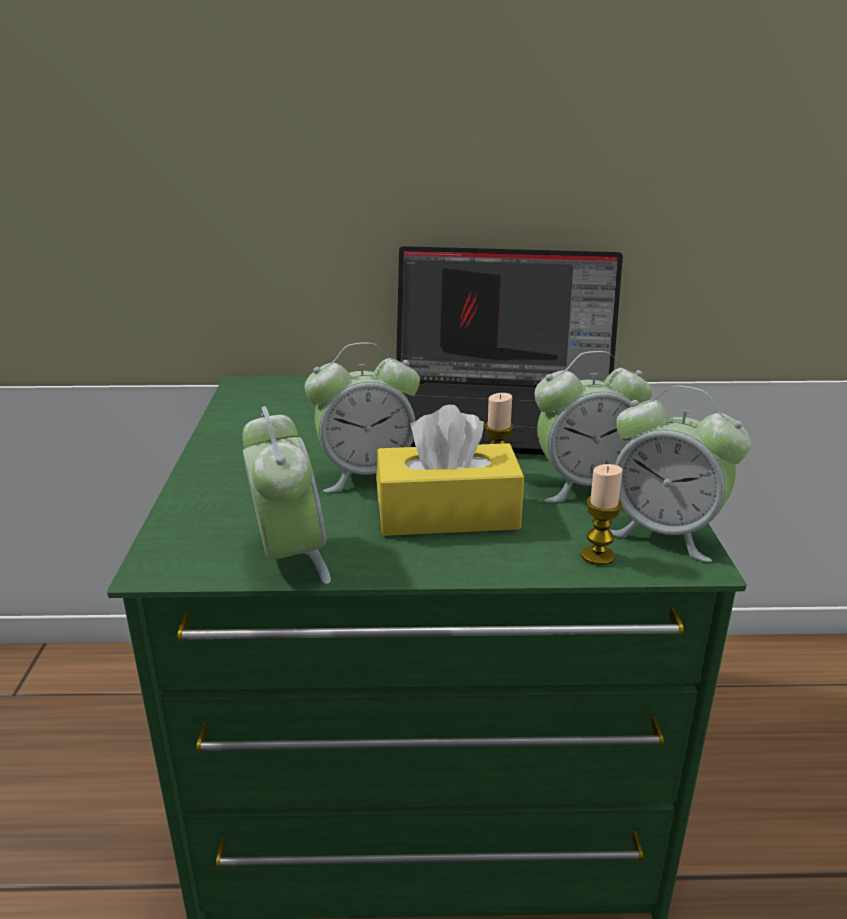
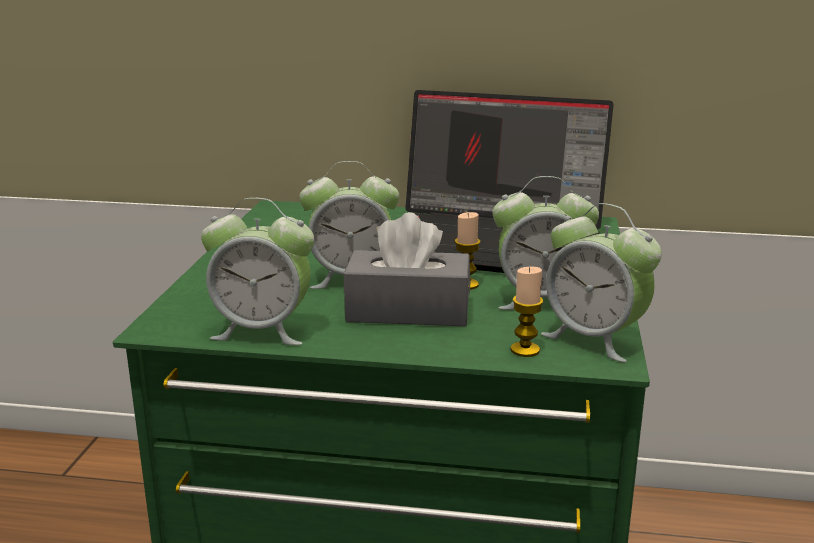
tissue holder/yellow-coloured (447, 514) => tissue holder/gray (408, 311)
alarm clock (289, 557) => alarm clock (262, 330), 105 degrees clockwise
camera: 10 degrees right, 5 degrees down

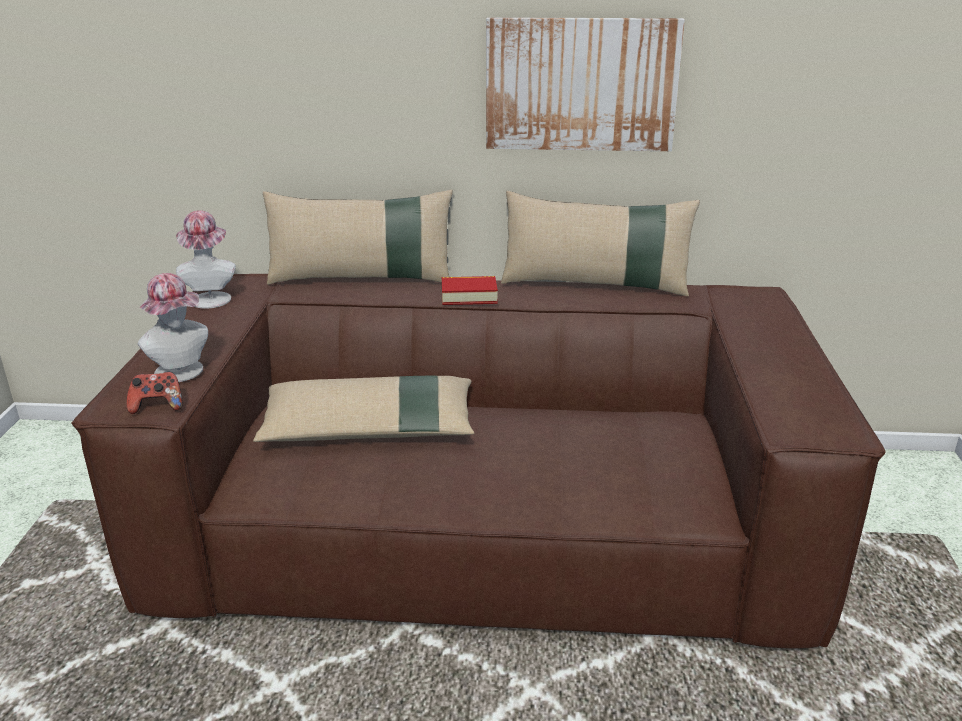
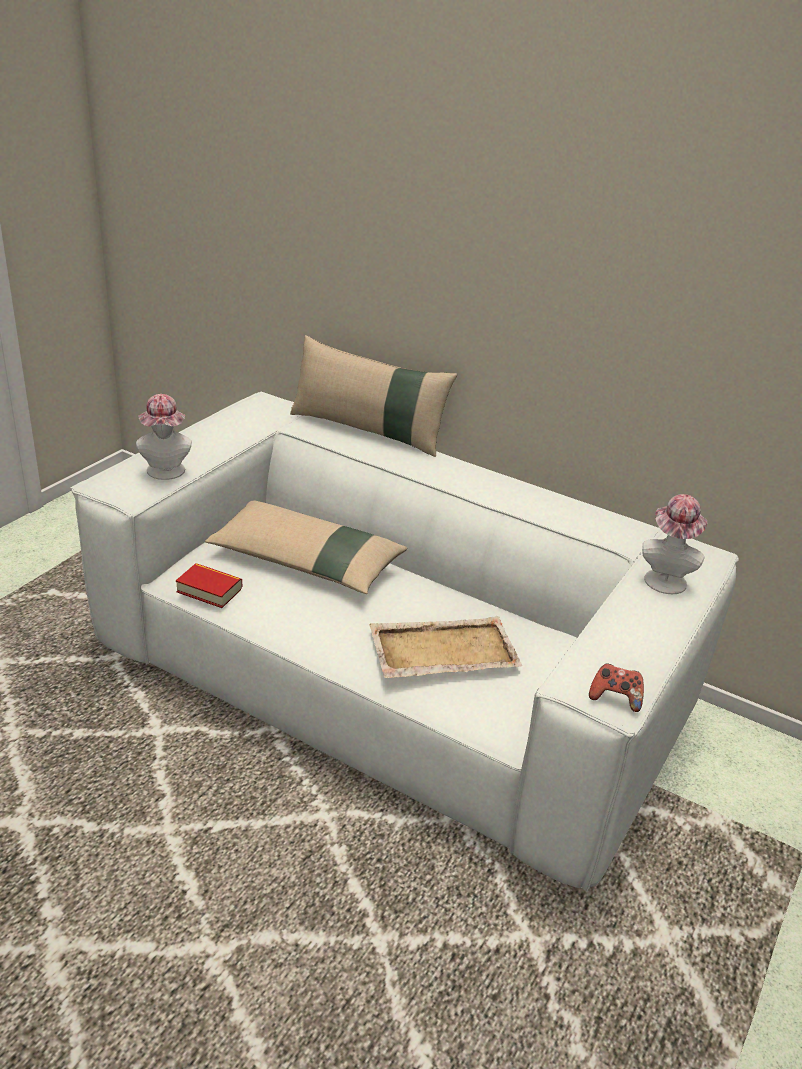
wall art (581, 84) => nothing
pillow/sand-coloured (595, 284) => nothing
clothing hat (211, 297) => clothing hat (665, 578), moved
settee/brown-coloured (482, 529) => settee/white-coloured (390, 678)
book (469, 296) => book (209, 590), moved
gamepad (157, 406) => gamepad (615, 698), moved
nothing => carrying tray/sand-coloured (442, 651)
camera: 25 degrees right, 5 degrees up

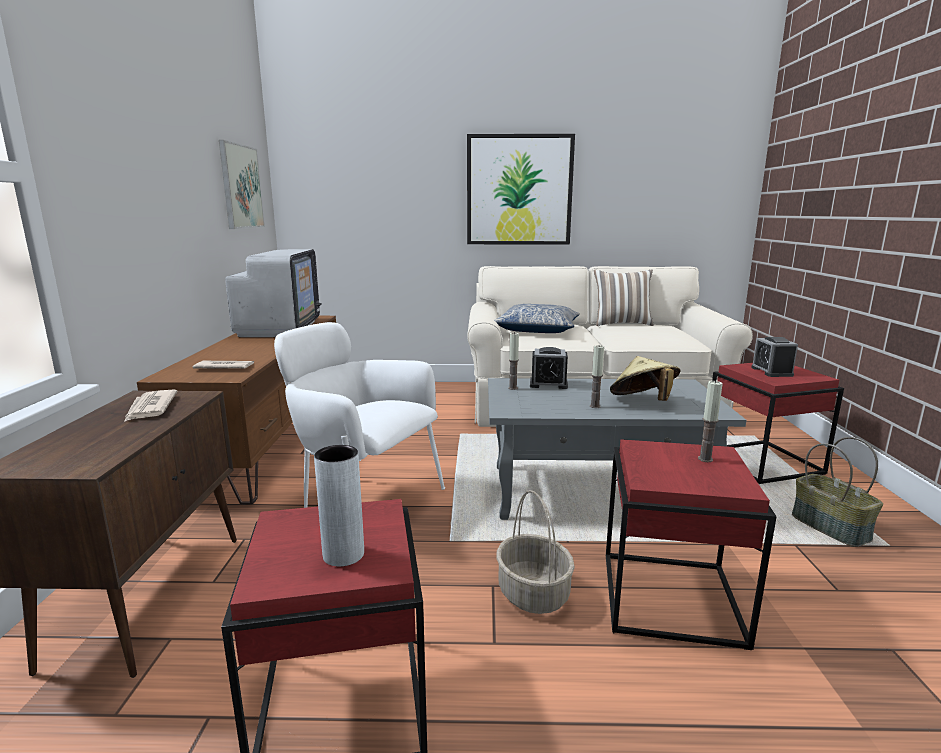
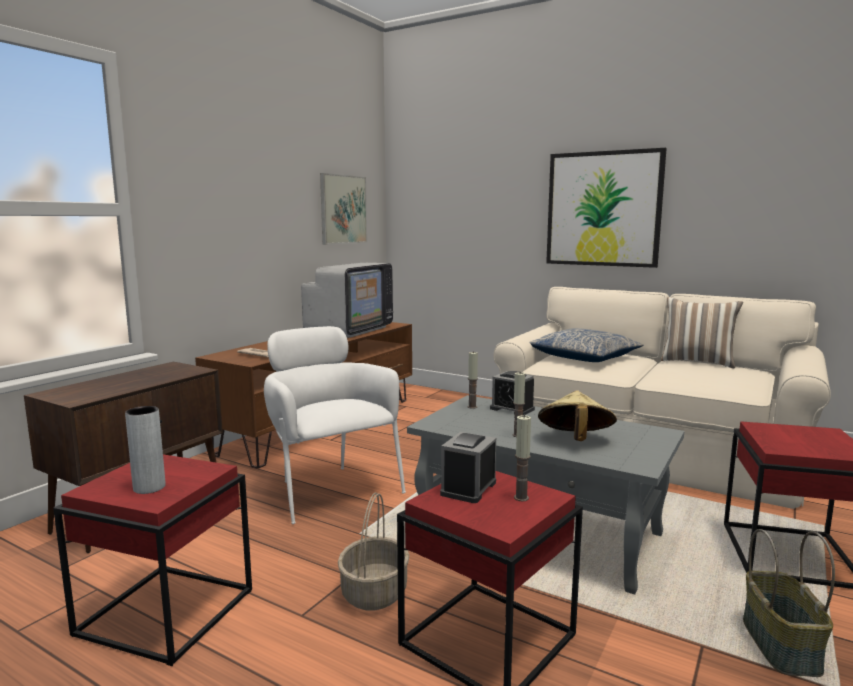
alarm clock (771, 371) => alarm clock (468, 488), moved
printed paper (150, 408) => nothing
camera: 30 degrees right, 5 degrees down

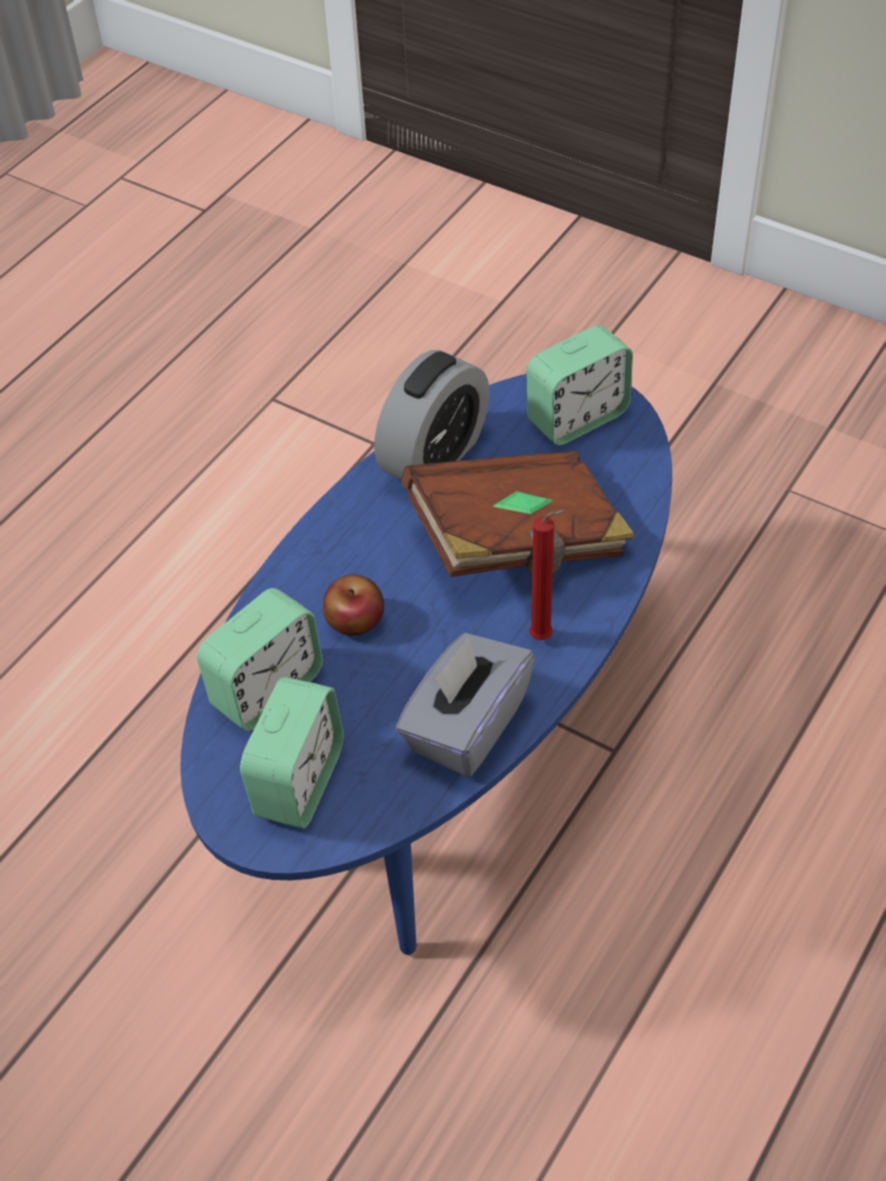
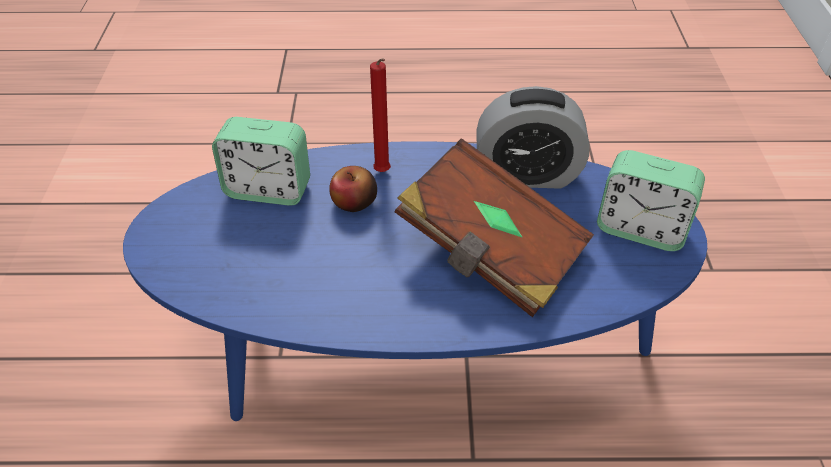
wax light/red (545, 637) => wax light/red (383, 173), moved
tissue holder/gray (466, 726) => nothing
alarm clock (299, 781) => nothing
camera: 55 degrees right, 5 degrees down

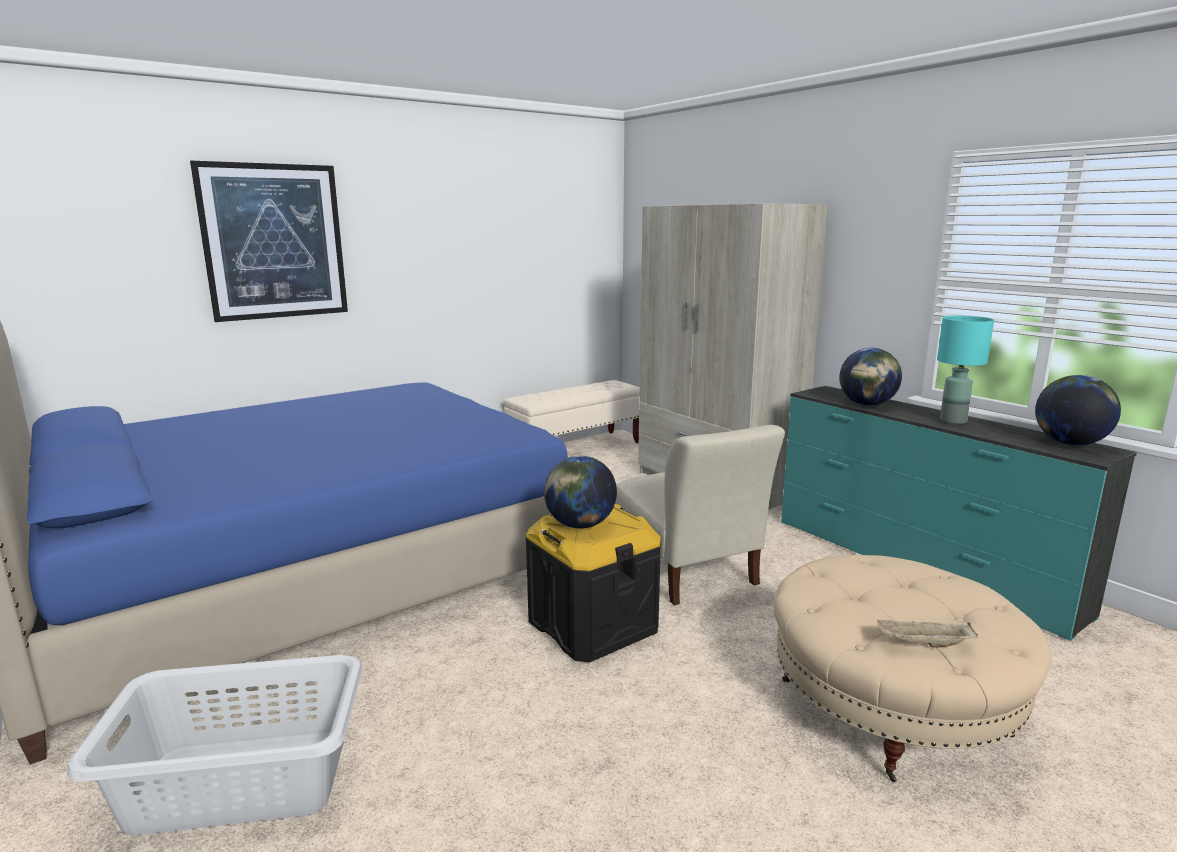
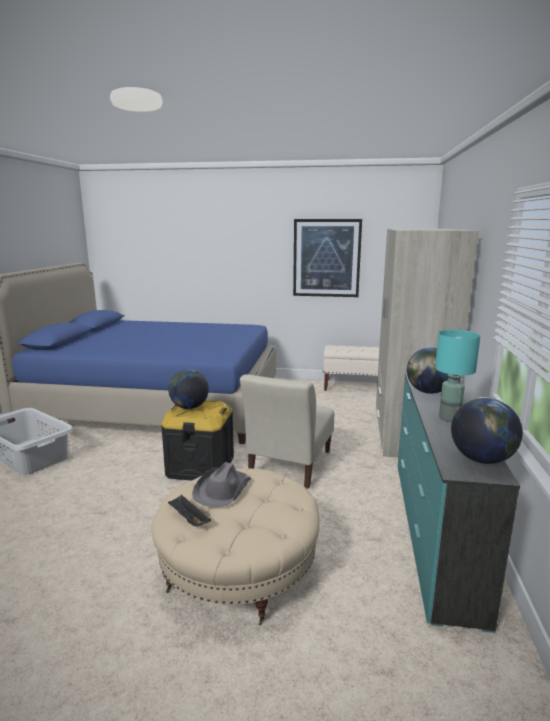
wall art (274, 242) => wall art (326, 258), moved
carrying tray/sand-coloured (924, 644) => carrying tray/black (188, 519)
nothing => clothing hat/gray (222, 490)
camera: 45 degrees right, 0 degrees up

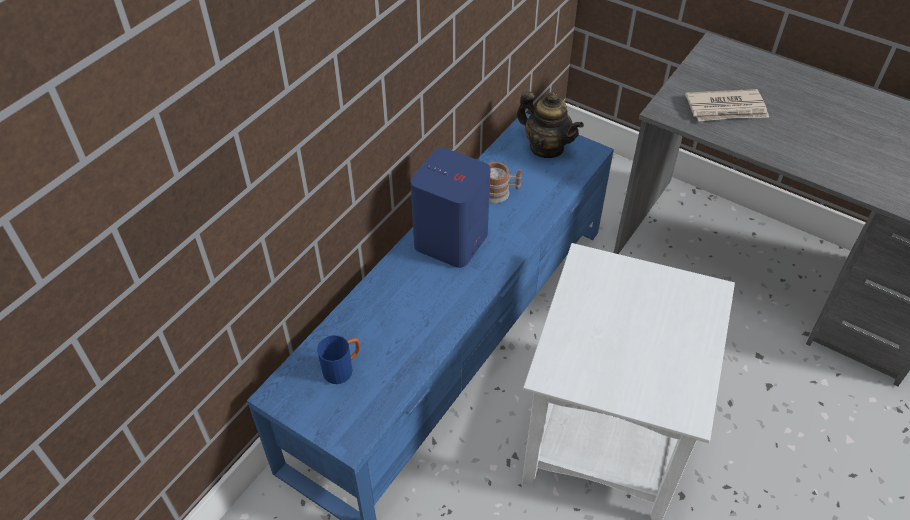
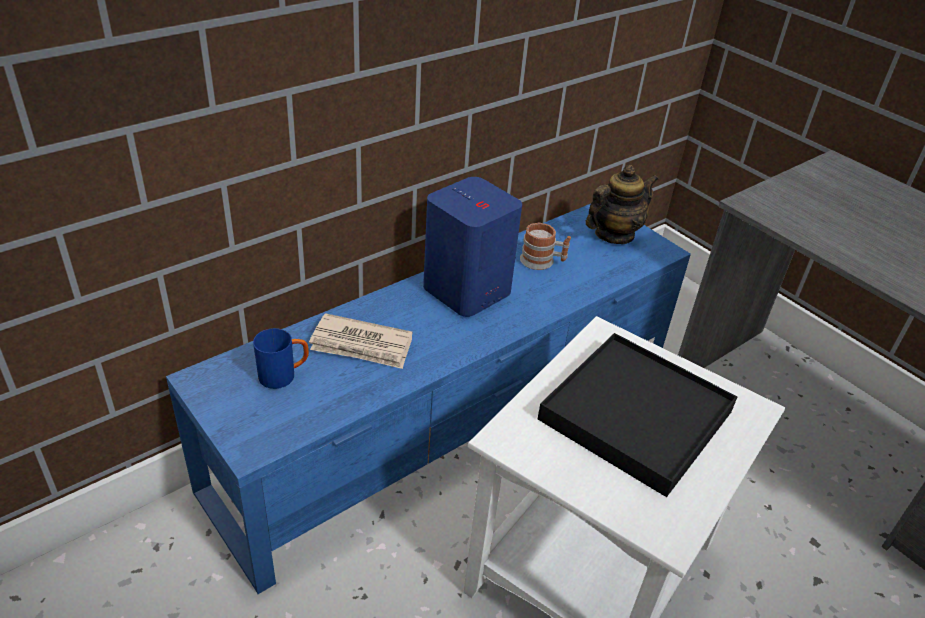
printed paper (726, 109) => printed paper (362, 345), moved
tea pot (546, 147) => tea pot (614, 235), 90 degrees counterclockwise
nothing => carrying tray/black (636, 416)
camera: 15 degrees right, 10 degrees down

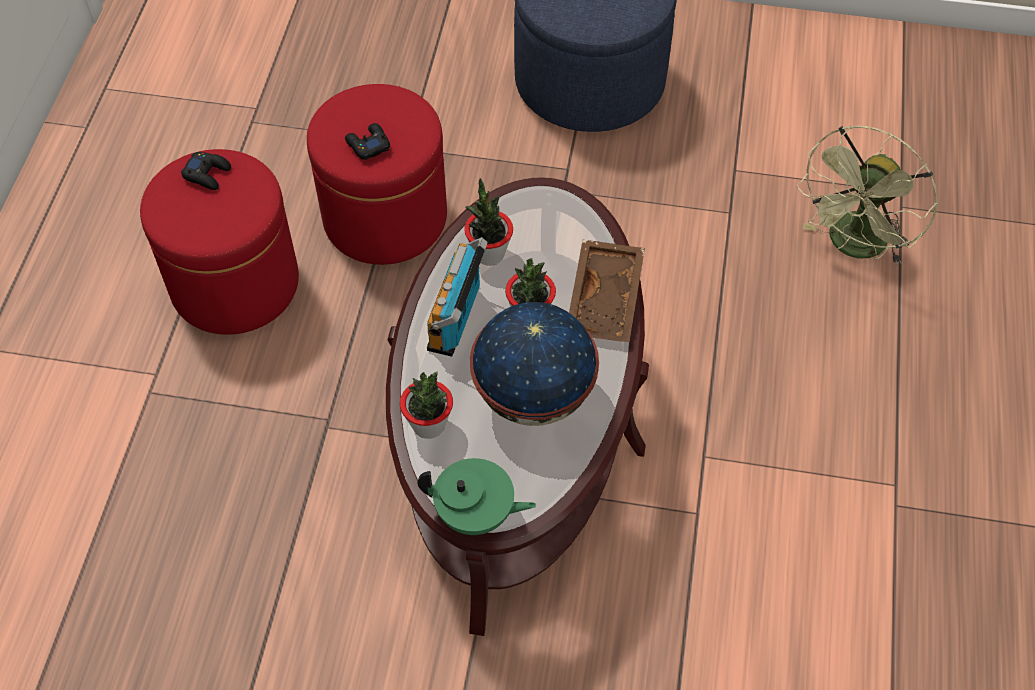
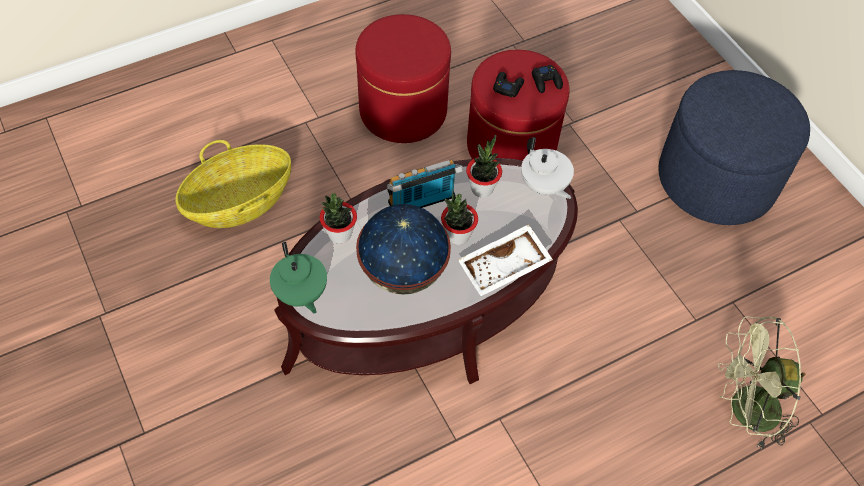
gamepad/black (207, 174) => gamepad/black (546, 82), moved
carrying tray/brown-coloured (606, 300) => carrying tray/white-coloured (504, 267)
nothing => tea pot/white-coloured (544, 186)
nothing => basket (239, 202)
camera: 50 degrees right, 0 degrees up

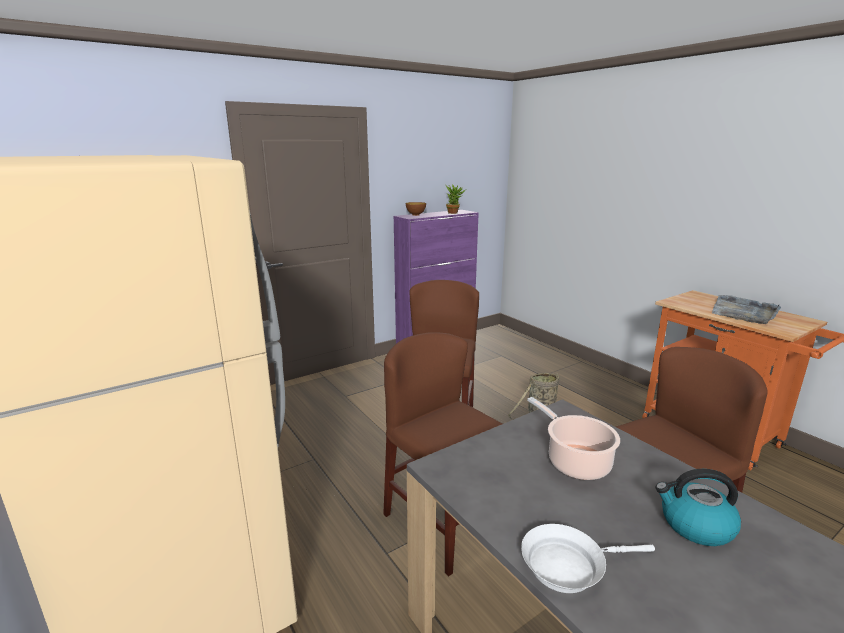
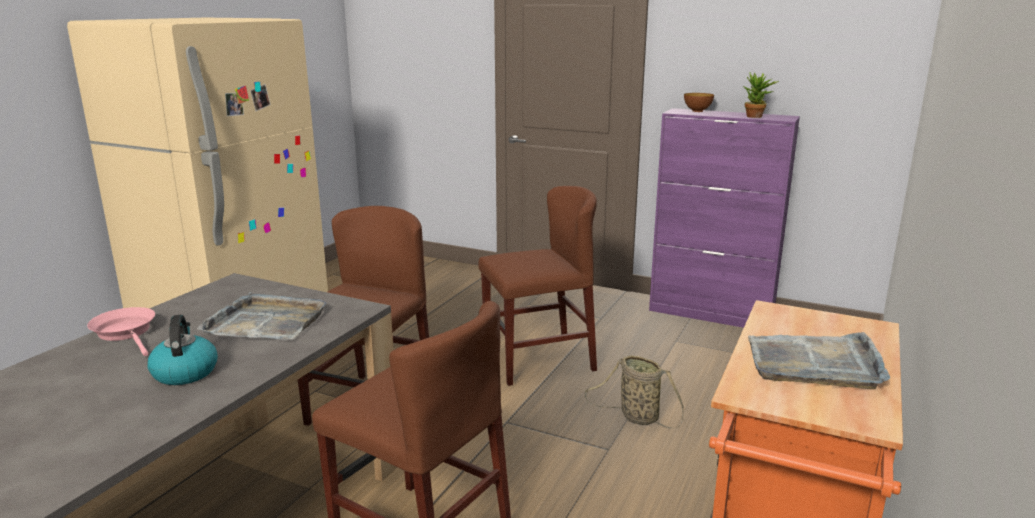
stockpot (575, 461) => carrying tray/gray (266, 322)
skillet/white-coloured (568, 565) => skillet/pink (126, 333)
camera: 60 degrees right, 0 degrees up

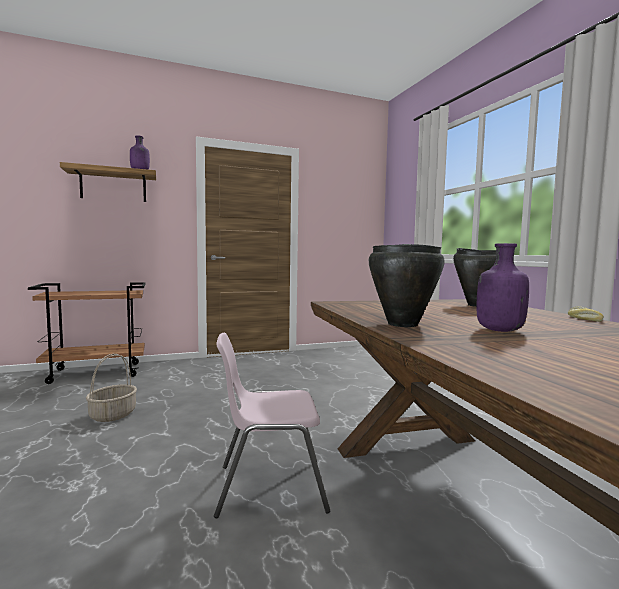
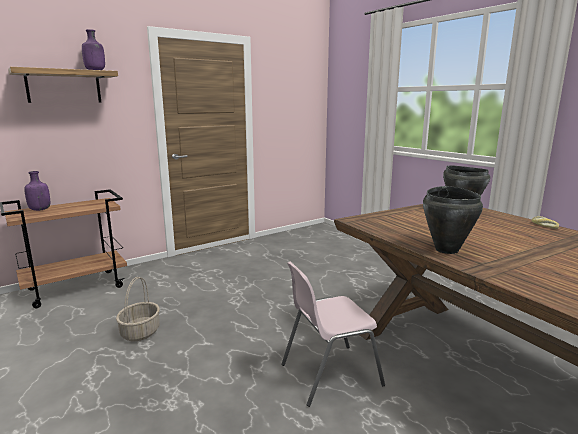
beverage bottle/purple (498, 330) => beverage bottle/purple (39, 210), moved
camera: 15 degrees left, 10 degrees up

